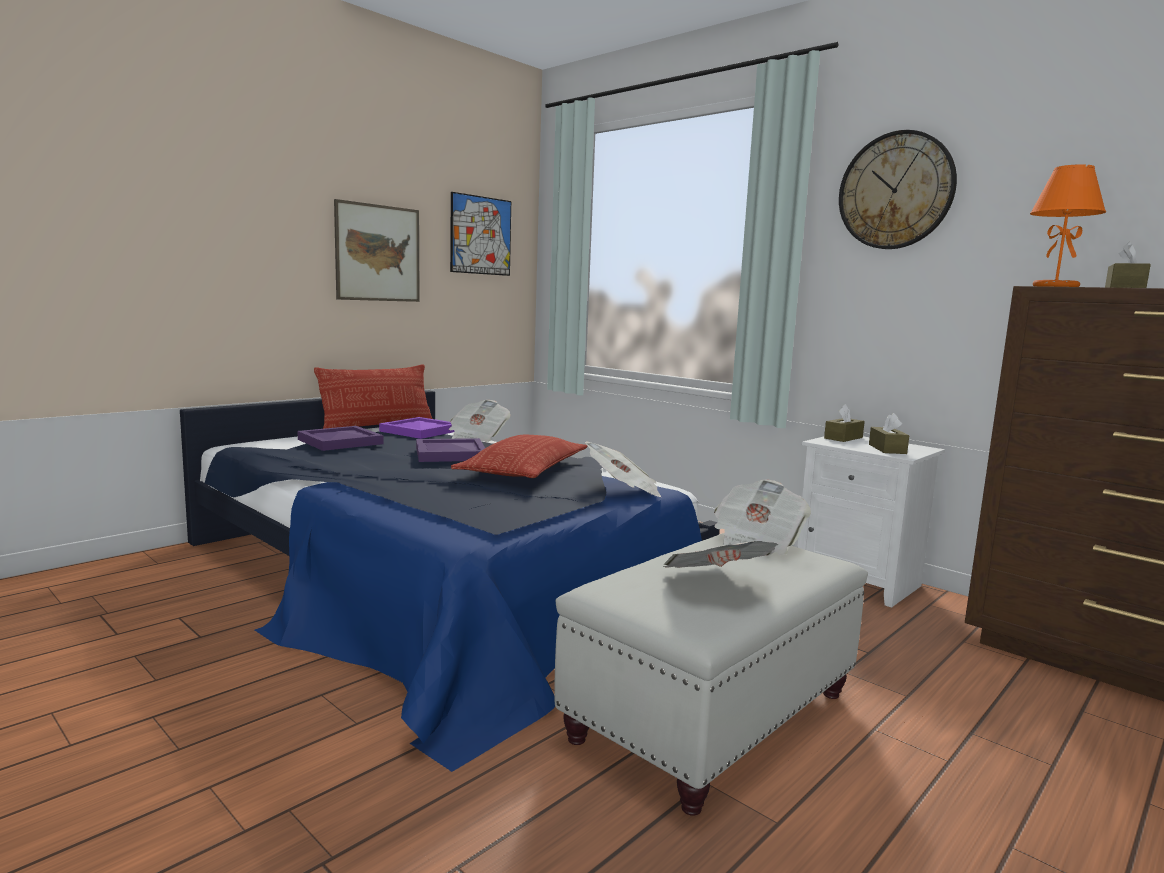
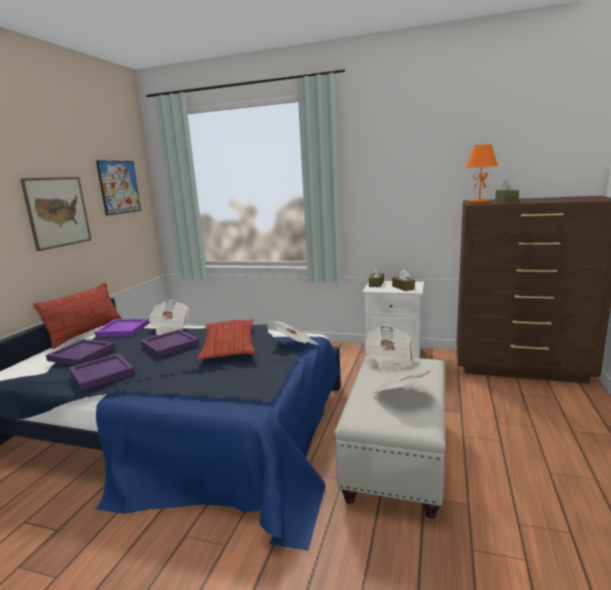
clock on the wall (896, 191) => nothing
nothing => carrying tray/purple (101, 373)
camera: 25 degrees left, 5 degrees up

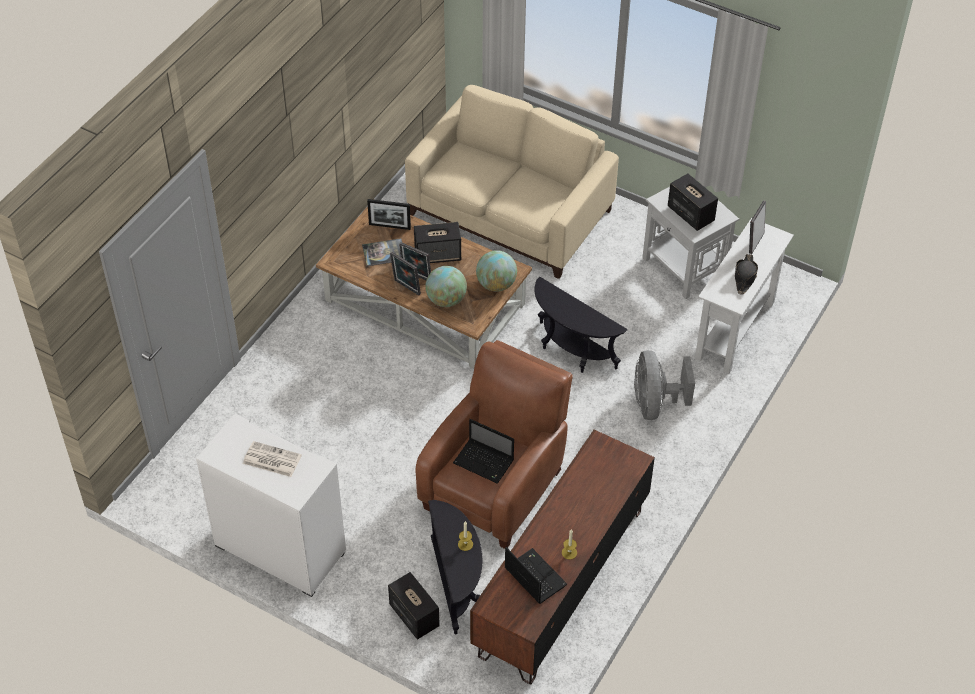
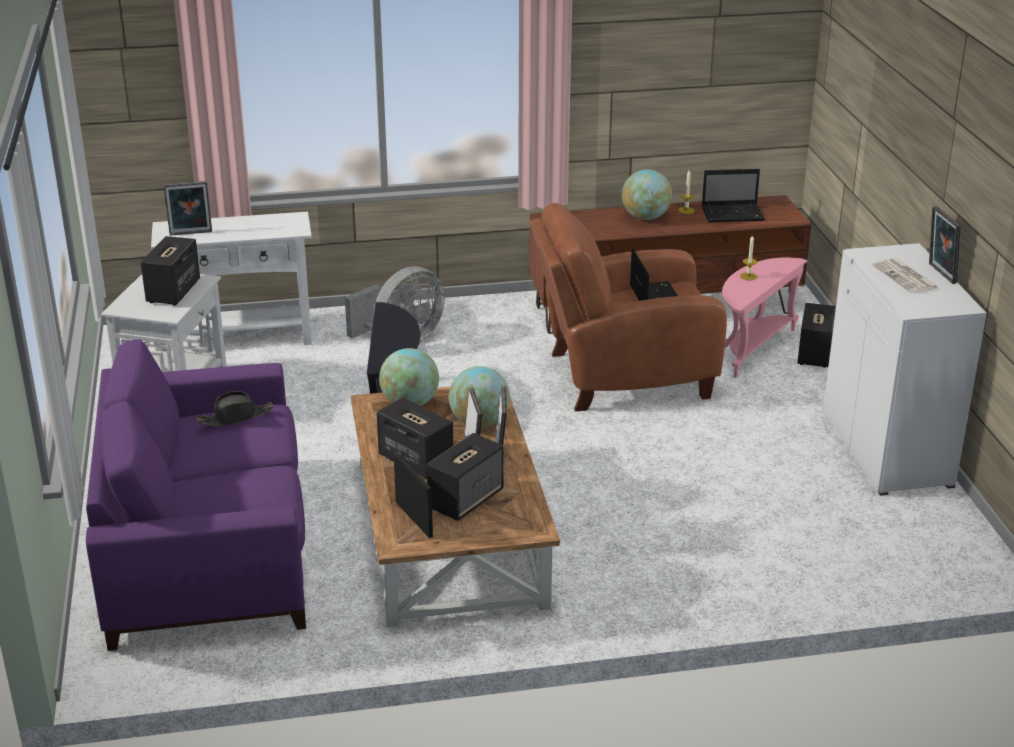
settee/sand-coloured (509, 212) => settee/purple (208, 547)
book (384, 253) => audio speaker (466, 499)
clothing hat/black (744, 277) => clothing hat/black (236, 417), moved
accent table/black (457, 585) => accent table/pink (752, 348)
notebook computer (534, 576) => notebook computer (734, 214), 105 degrees counterclockwise
nothing => world globe (645, 217)
nothing => standing frame (939, 274)
camera: 130 degrees left, 20 degrees down

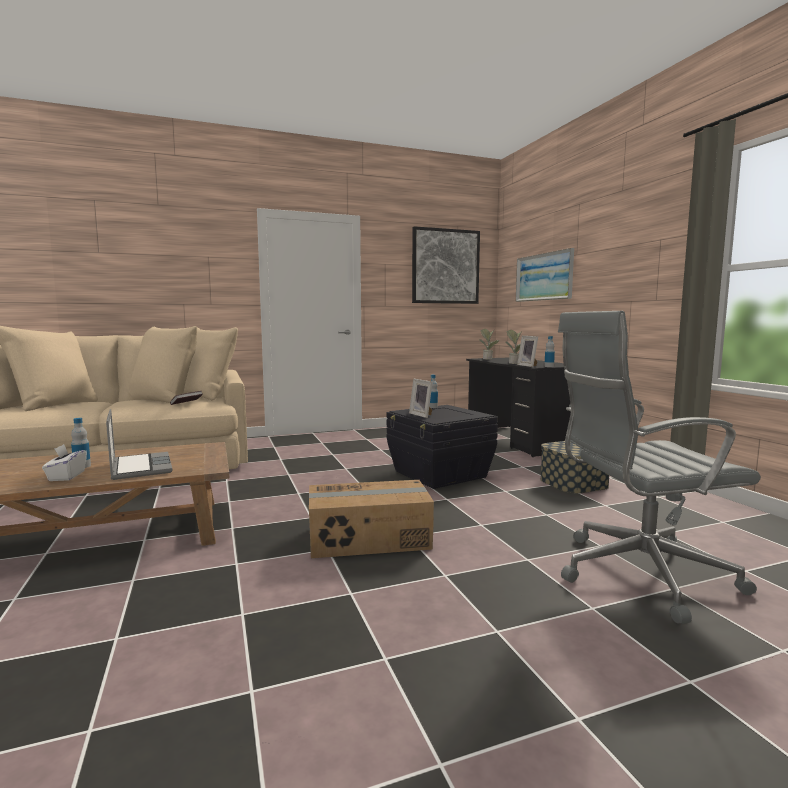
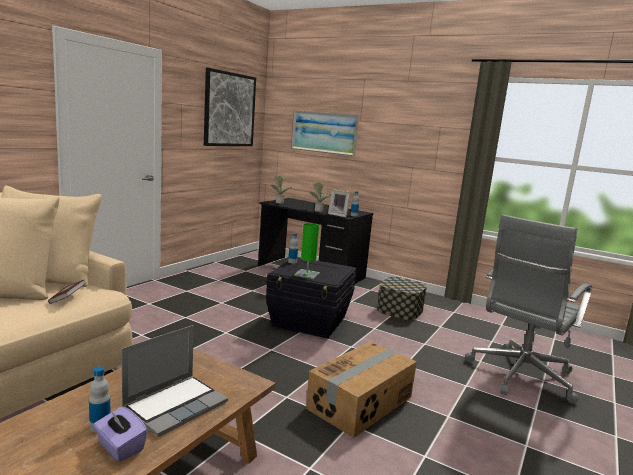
standing frame (422, 415) => lamp for a table/green (307, 274)
notebook computer (140, 467) => notebook computer (176, 405), 105 degrees clockwise
tissue holder/white-coloured (66, 476) => tissue holder/purple (120, 447)
camera: 40 degrees left, 5 degrees up

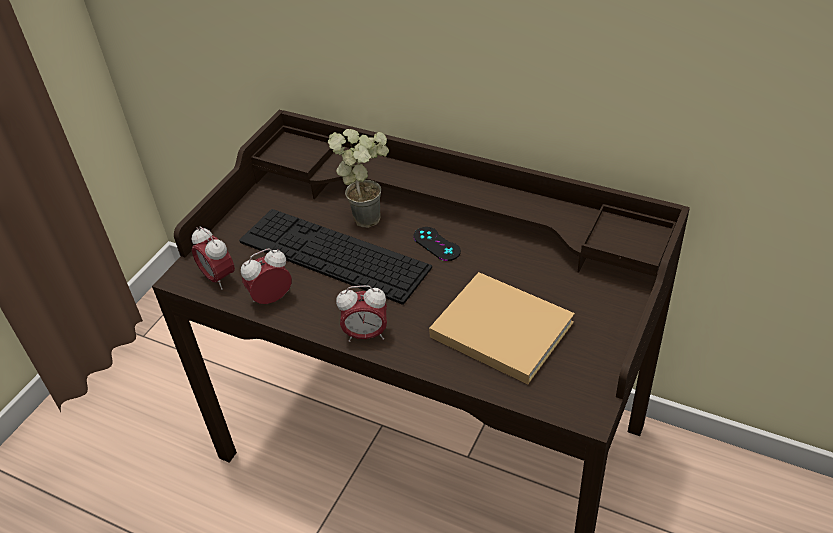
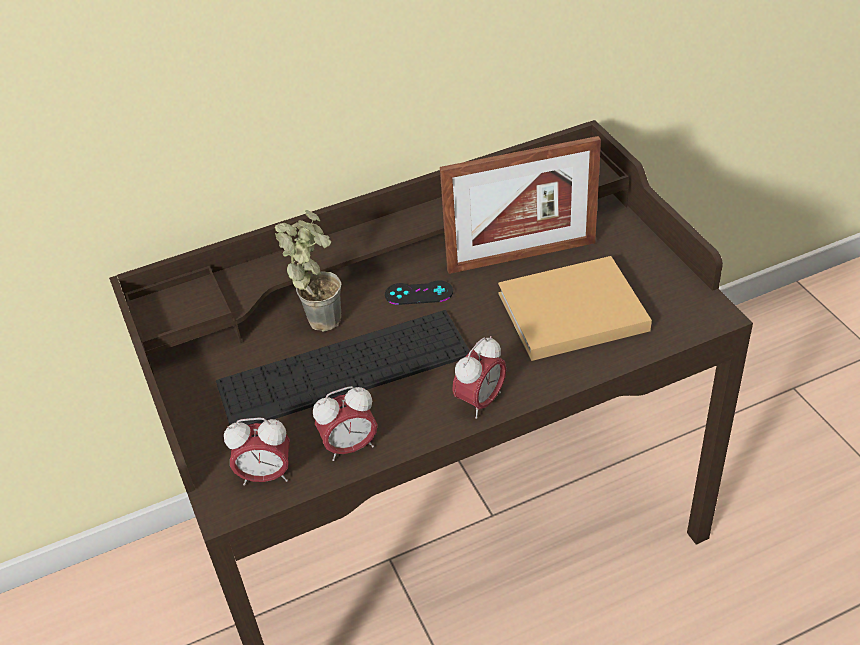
alarm clock (271, 299) => alarm clock (350, 447), 120 degrees counterclockwise
nothing => standing frame (521, 256)
camera: 50 degrees left, 0 degrees up

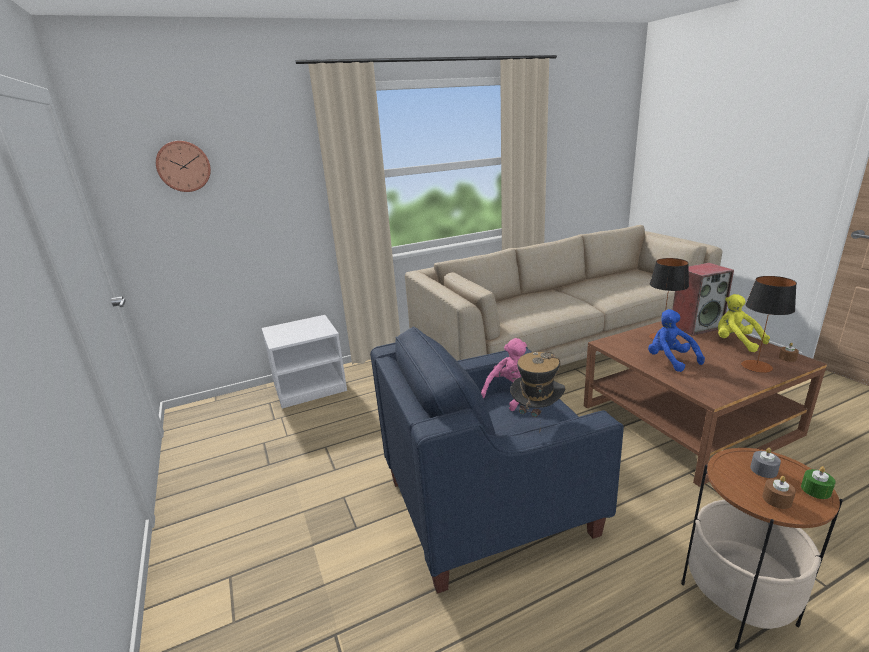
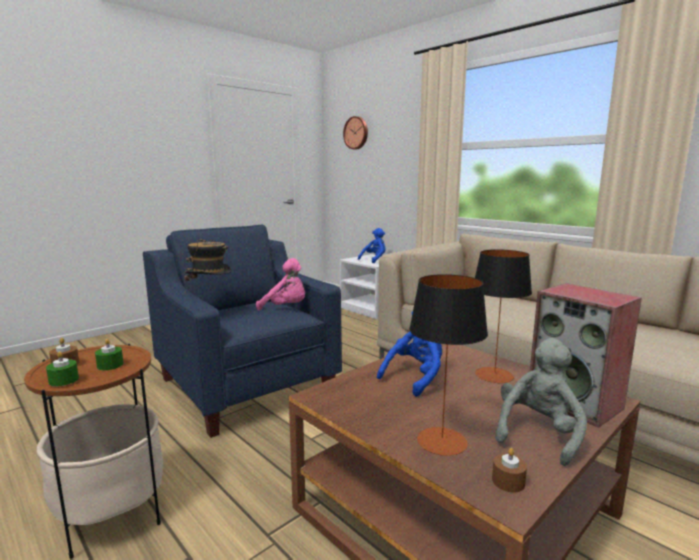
soft toy/yellow-coloured (736, 342) => soft toy/gray (538, 433)
wax light/gray (763, 470) => wax light/green (110, 365)
nothing => soft toy/bluish (374, 260)
camera: 70 degrees right, 10 degrees down

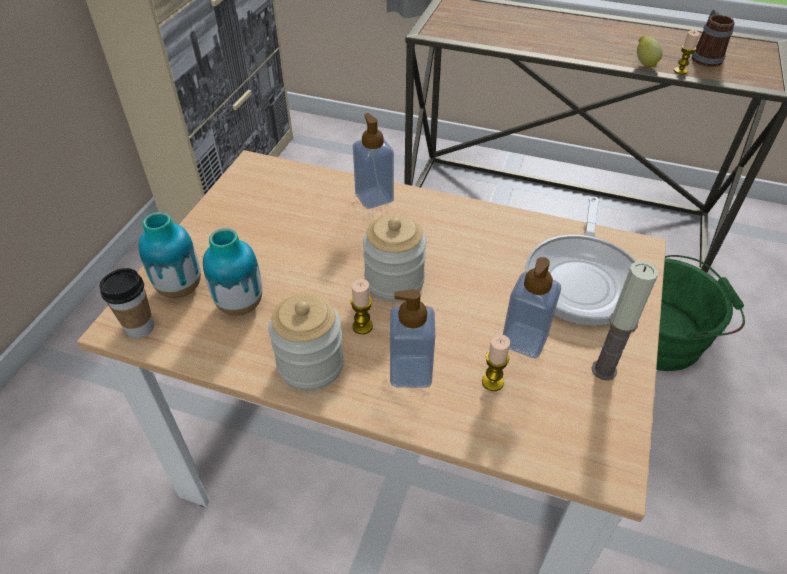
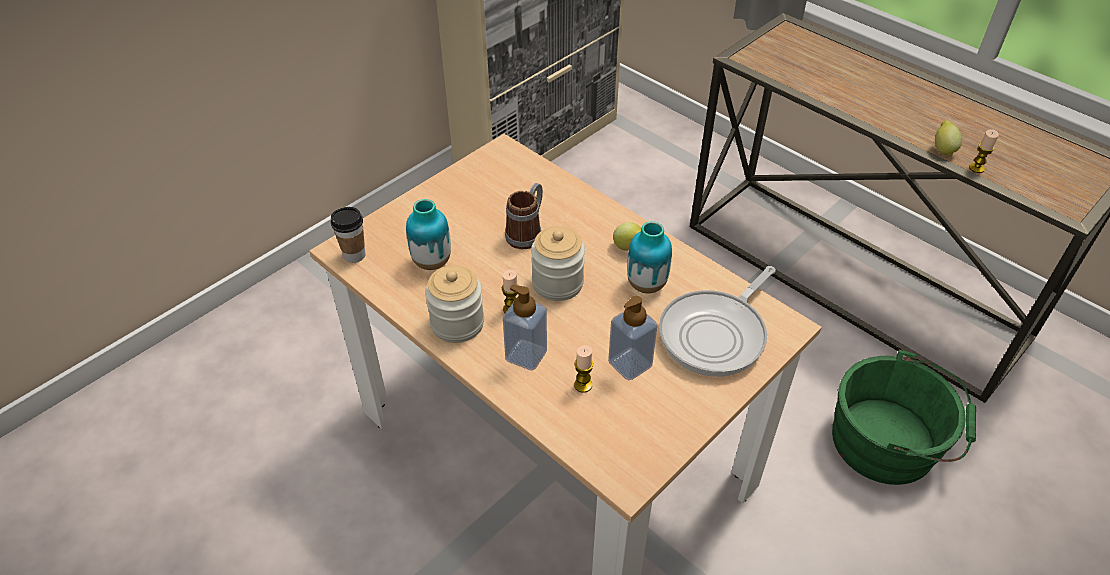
tea mug (705, 57) => tea mug (527, 232), moved
soap bottle (374, 197) => nothing
vase (180, 288) => vase (646, 285), moved
wax light (604, 370) => nothing
nothing => lemon (628, 248)
camera: 25 degrees right, 0 degrees up

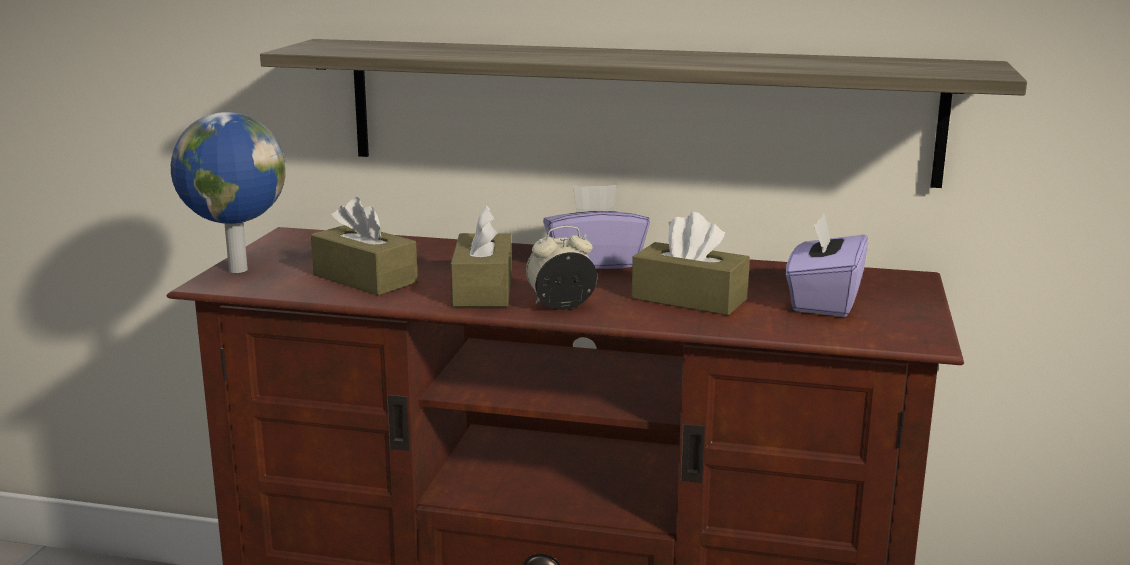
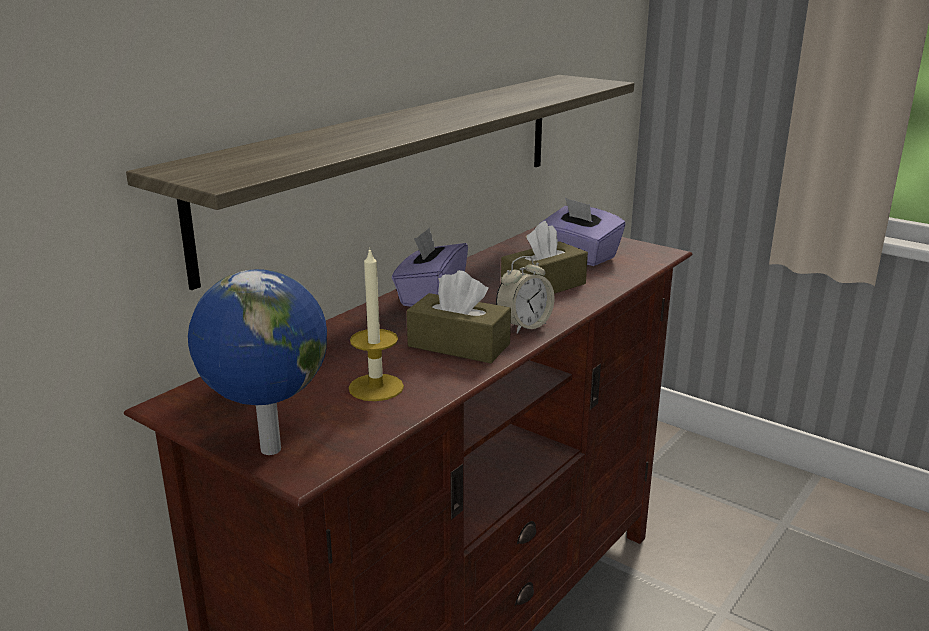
tissue holder/brown-coloured (365, 279) => wax light (376, 387)
alarm clock (561, 306) => alarm clock (524, 326), 135 degrees counterclockwise
camera: 65 degrees left, 5 degrees up

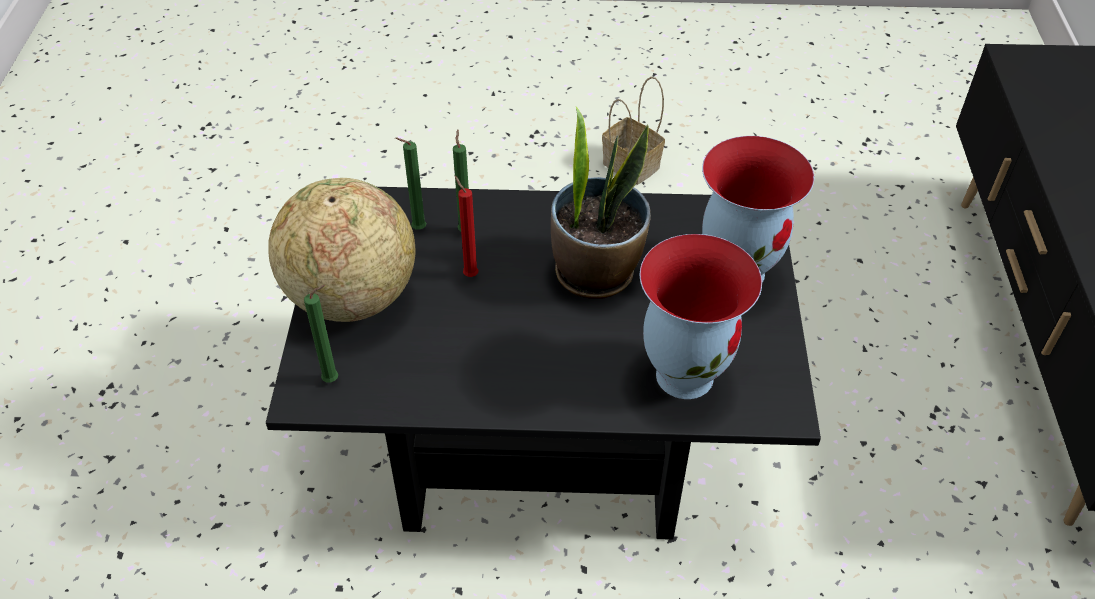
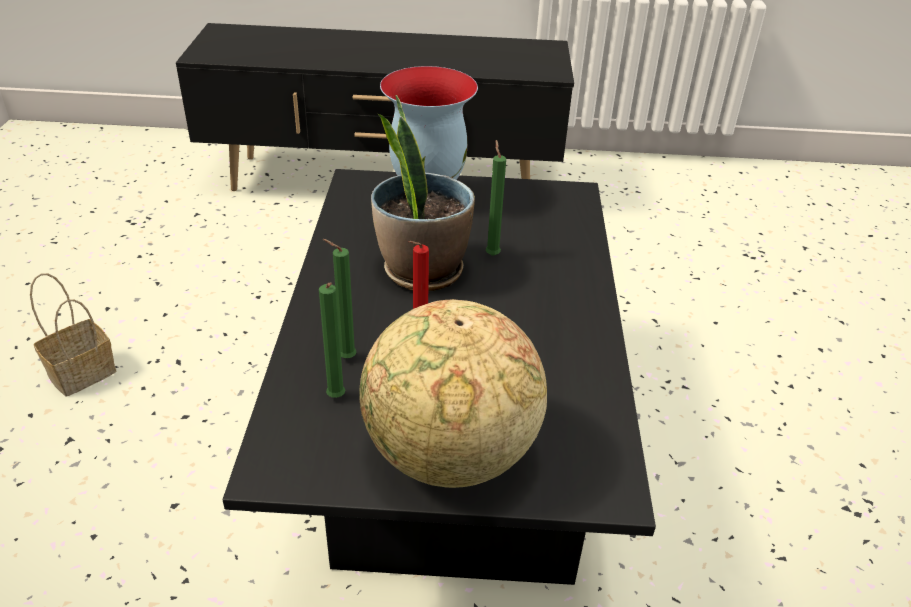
vase (685, 374) => nothing
wax light/green (333, 379) => wax light/green (492, 254), moved
camera: 90 degrees left, 10 degrees down

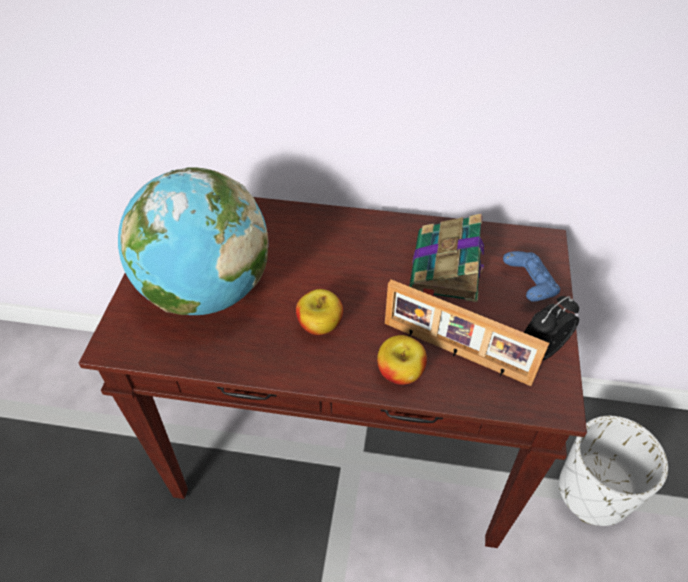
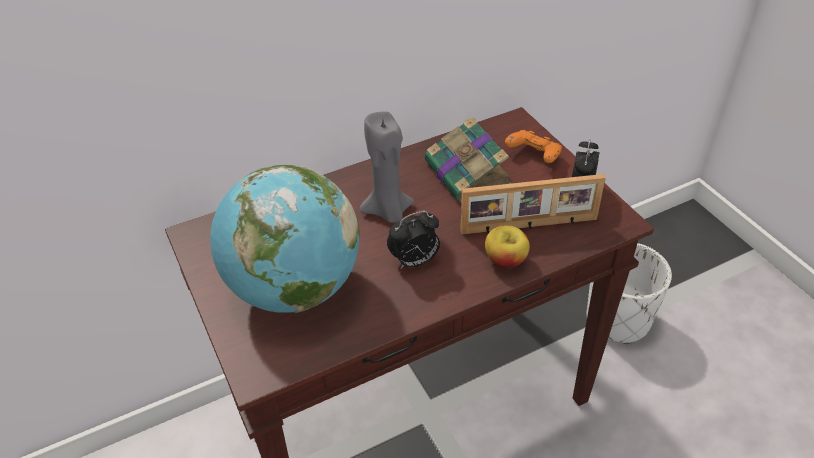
gamepad/bluish (529, 285) => gamepad/orangey (533, 156)
apple (320, 325) => alarm clock (414, 262)
nothing => wax light/gray (388, 212)
camera: 35 degrees left, 5 degrees down

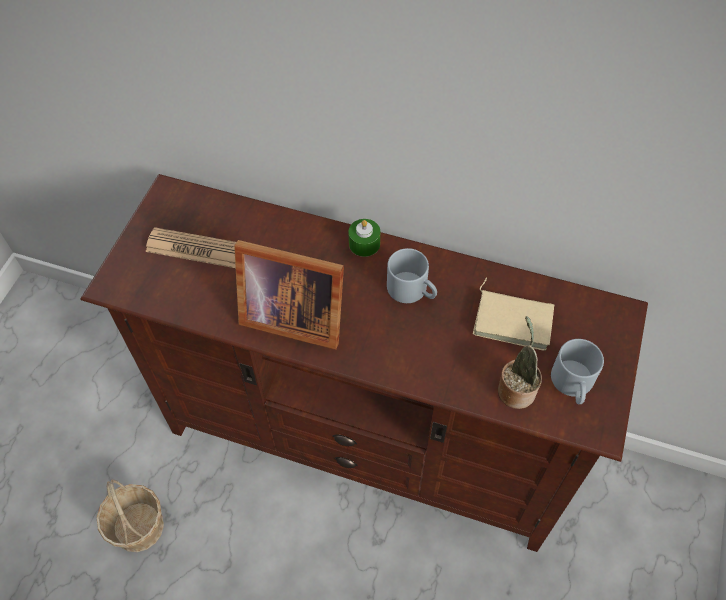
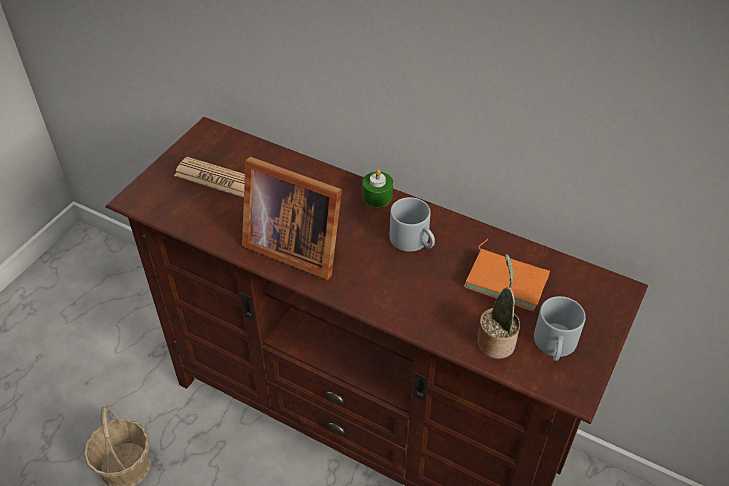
book/sand-coloured (513, 320) => book/orangey (507, 280)
camera: 10 degrees right, 10 degrees down

